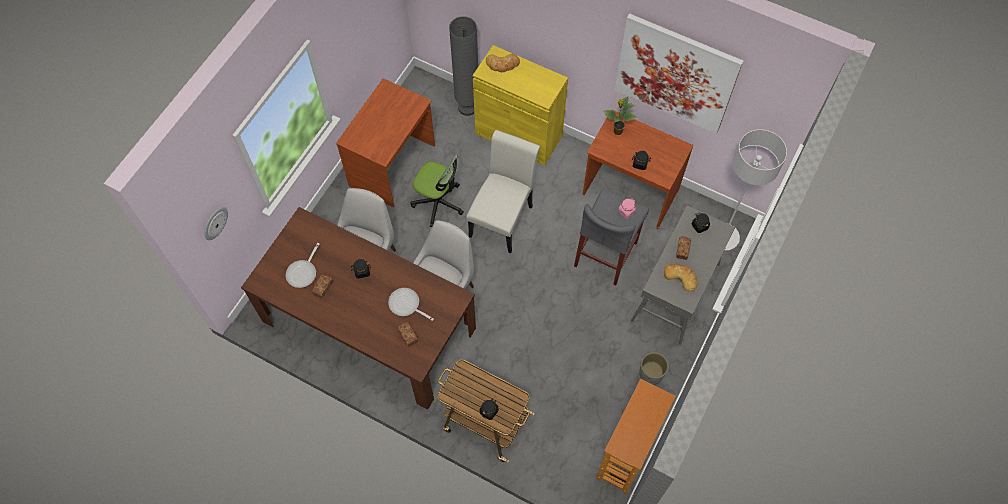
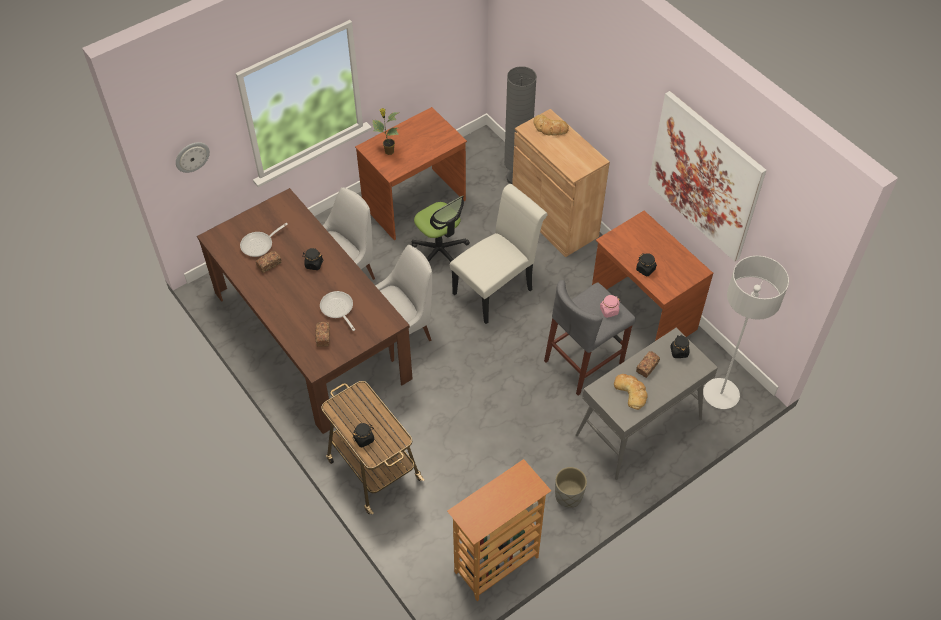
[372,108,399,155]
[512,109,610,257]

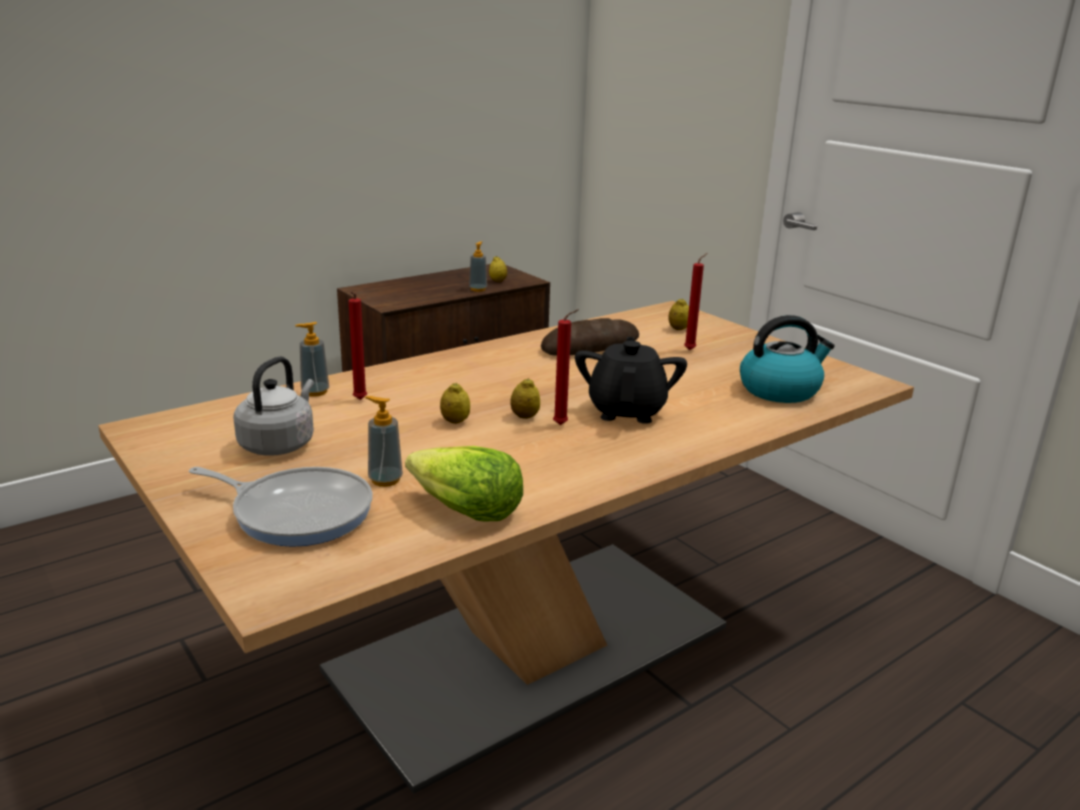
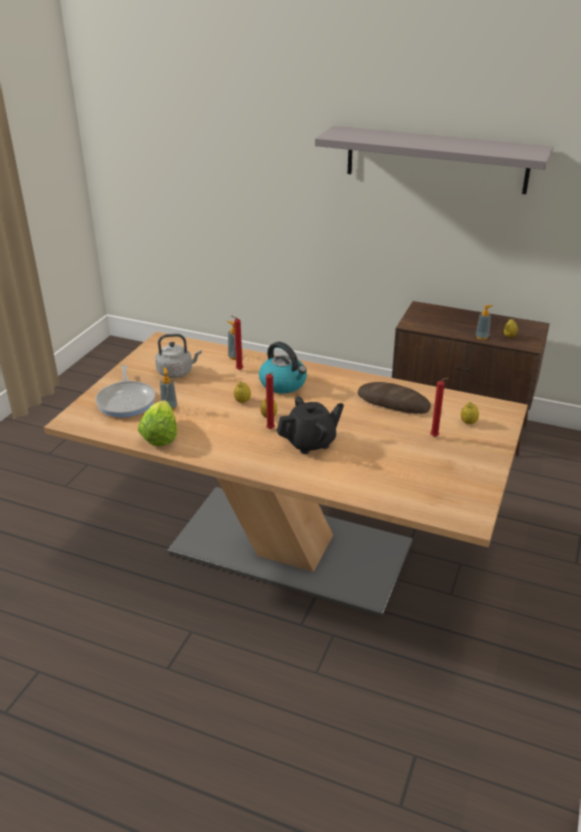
[259,342,307,394]
[315,126,554,194]

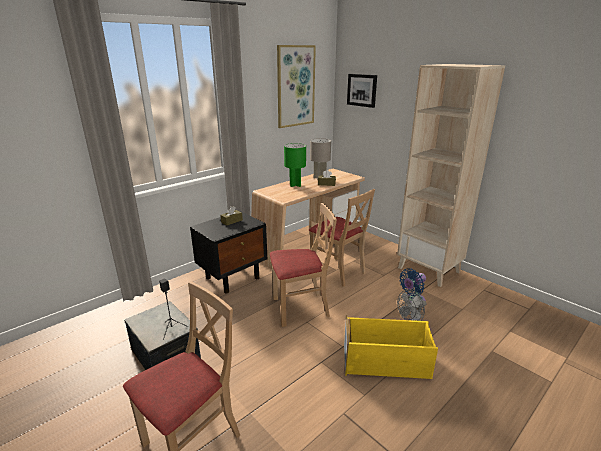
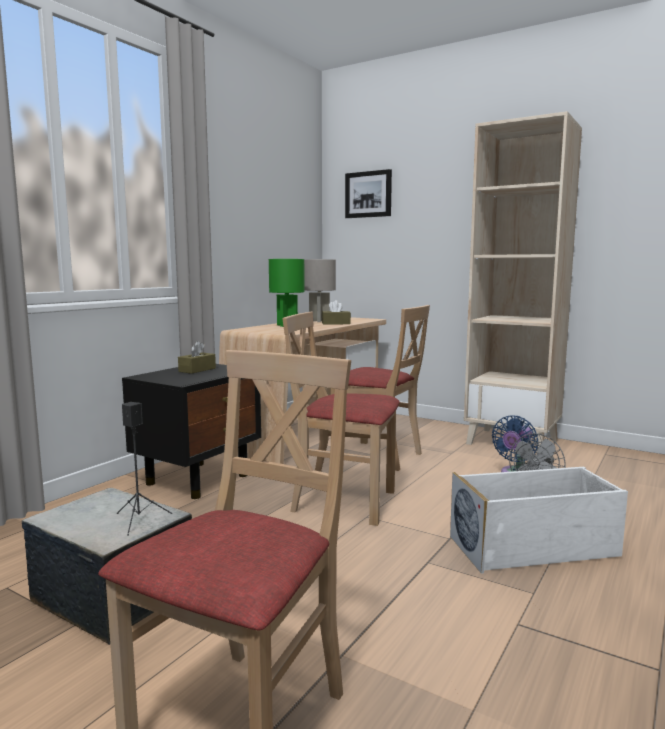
[282,312,400,526]
[450,467,628,574]
[277,45,316,128] (first image)

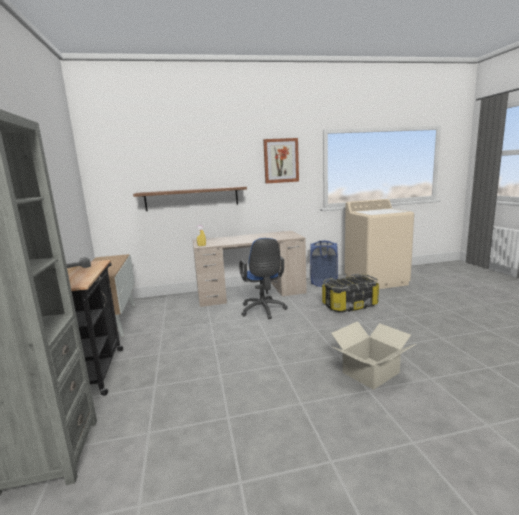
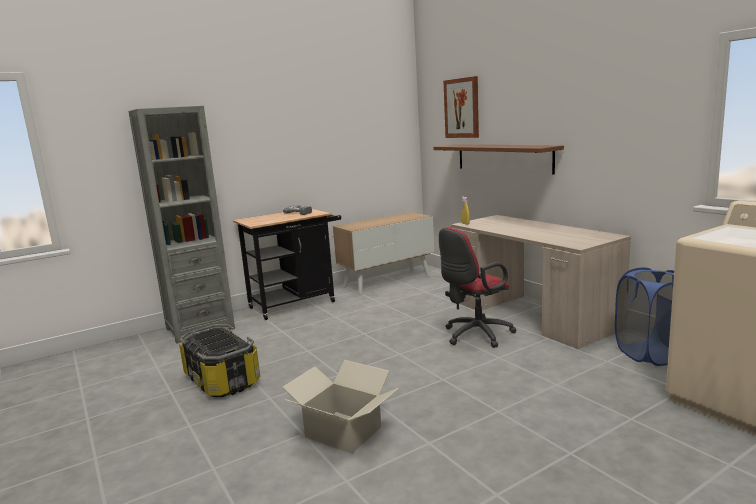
[179,324,260,397]
[439,227,517,348]
[444,76,479,138]

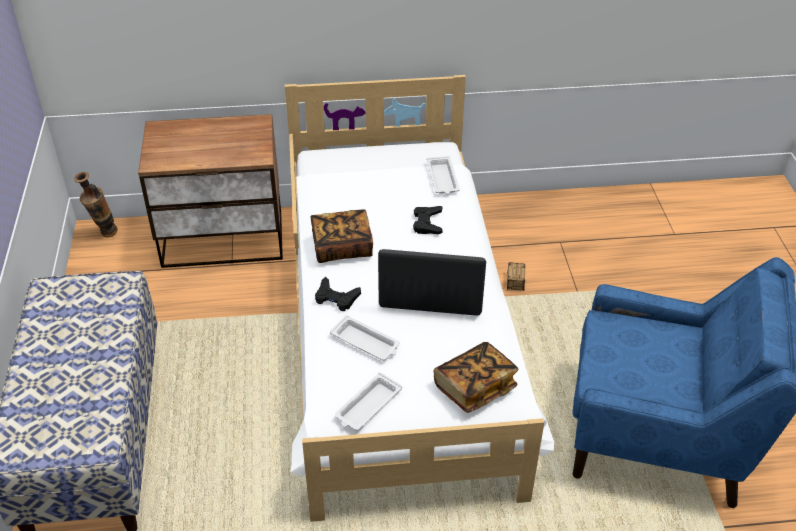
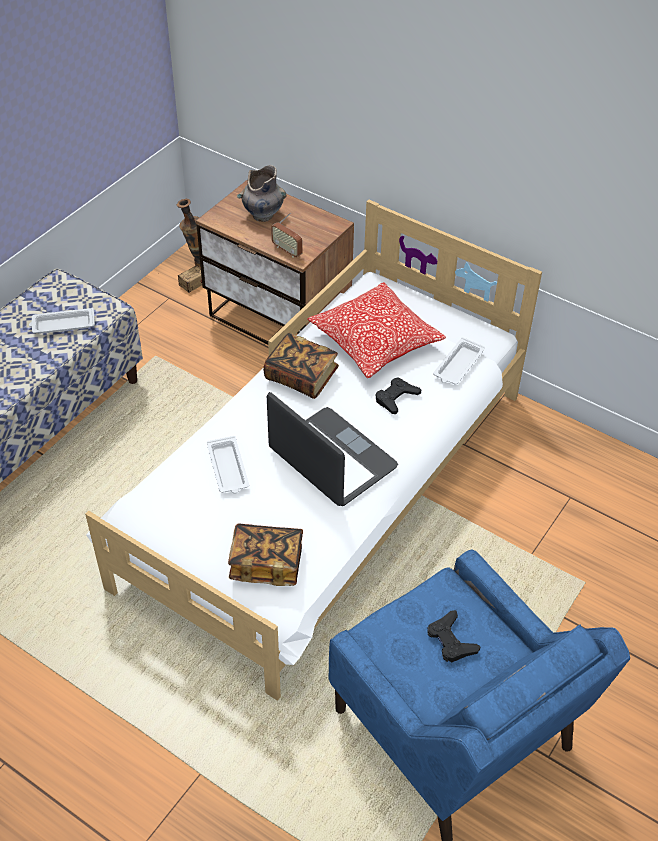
[29,308,95,334]
[156,265,202,293]
[237,165,287,222]
[271,213,303,258]
[307,282,446,378]
[427,610,481,662]

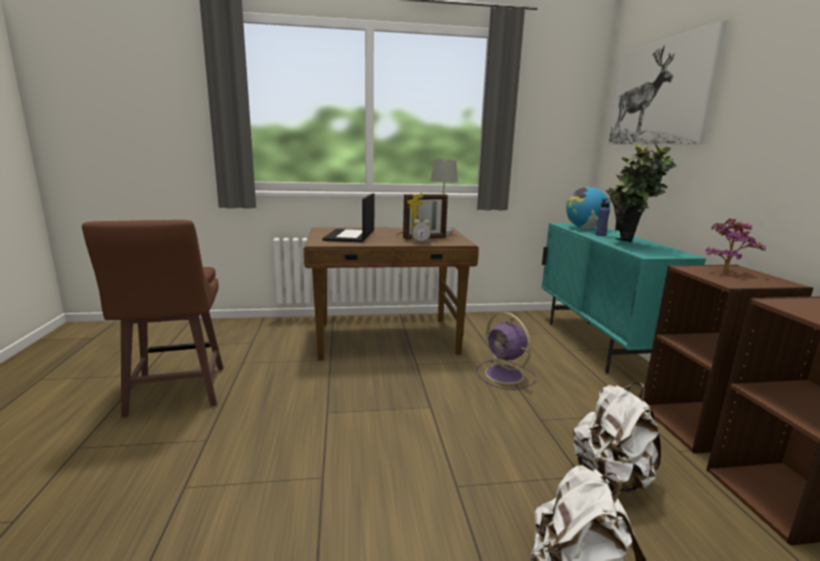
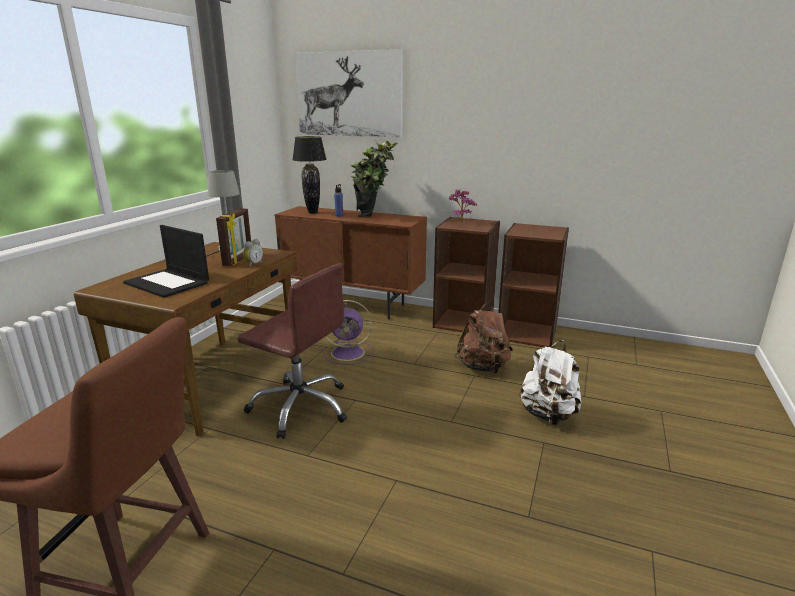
[237,263,347,439]
[274,206,427,320]
[292,136,327,214]
[455,302,513,374]

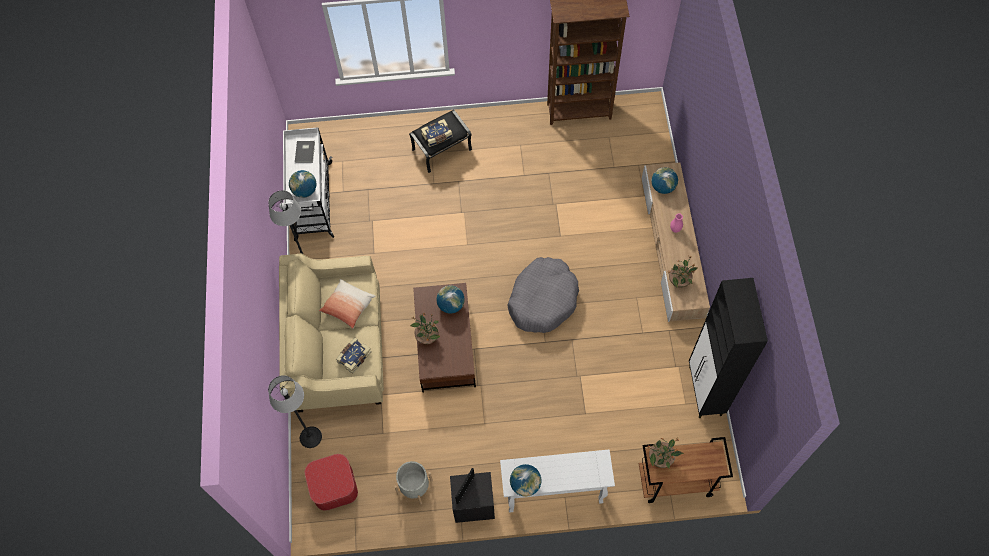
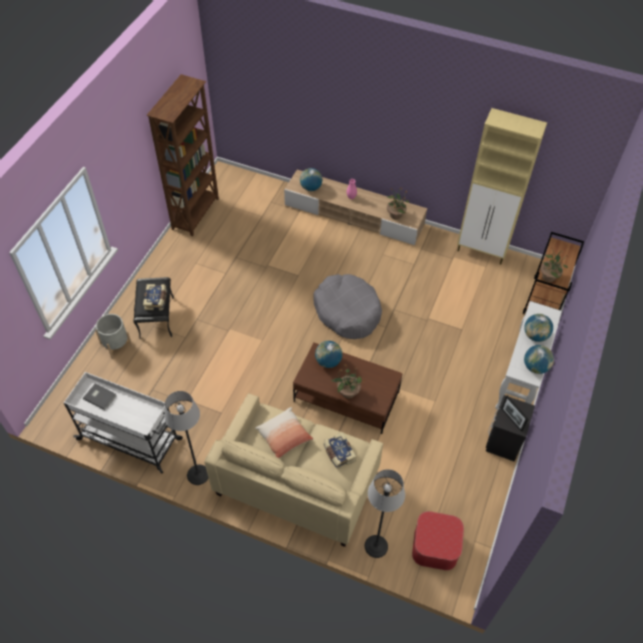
[95,314,133,359]
[457,108,547,264]
[524,314,553,342]

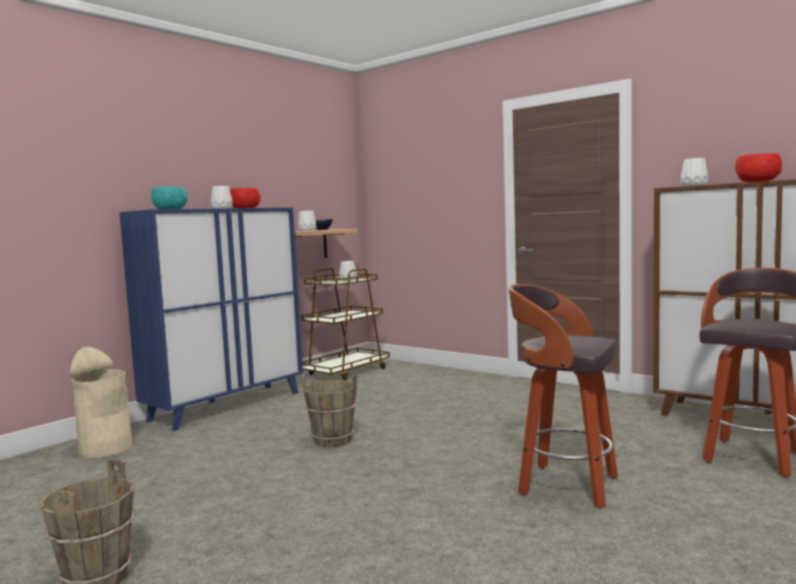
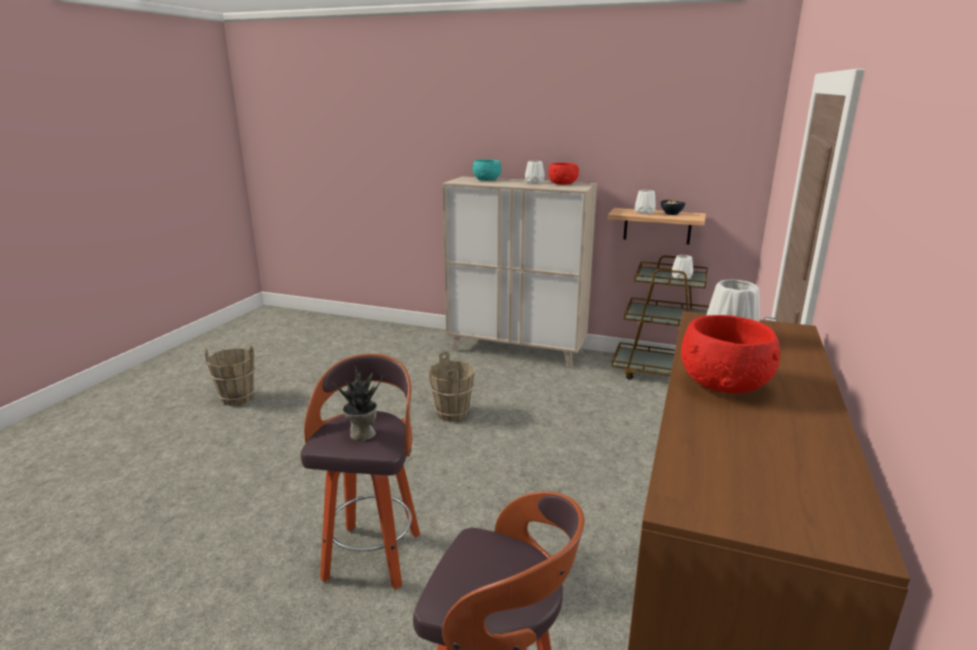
[333,366,382,441]
[442,177,597,368]
[70,347,133,458] (first image)

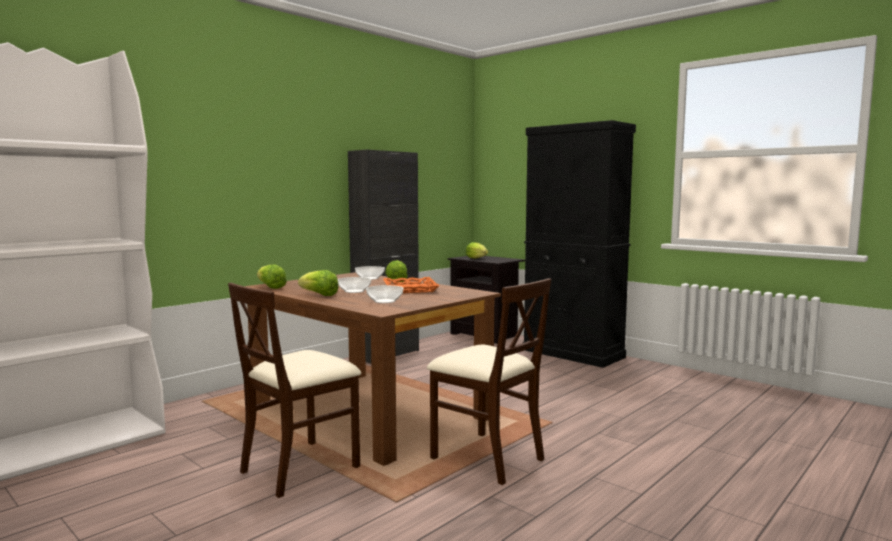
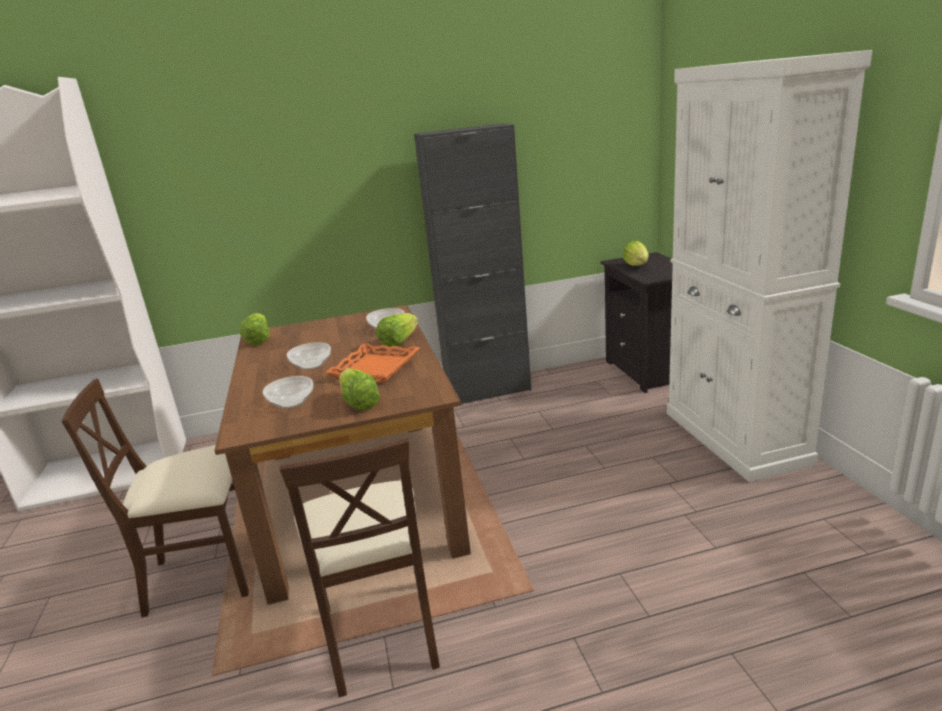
[339,368,380,411]
[667,50,872,482]

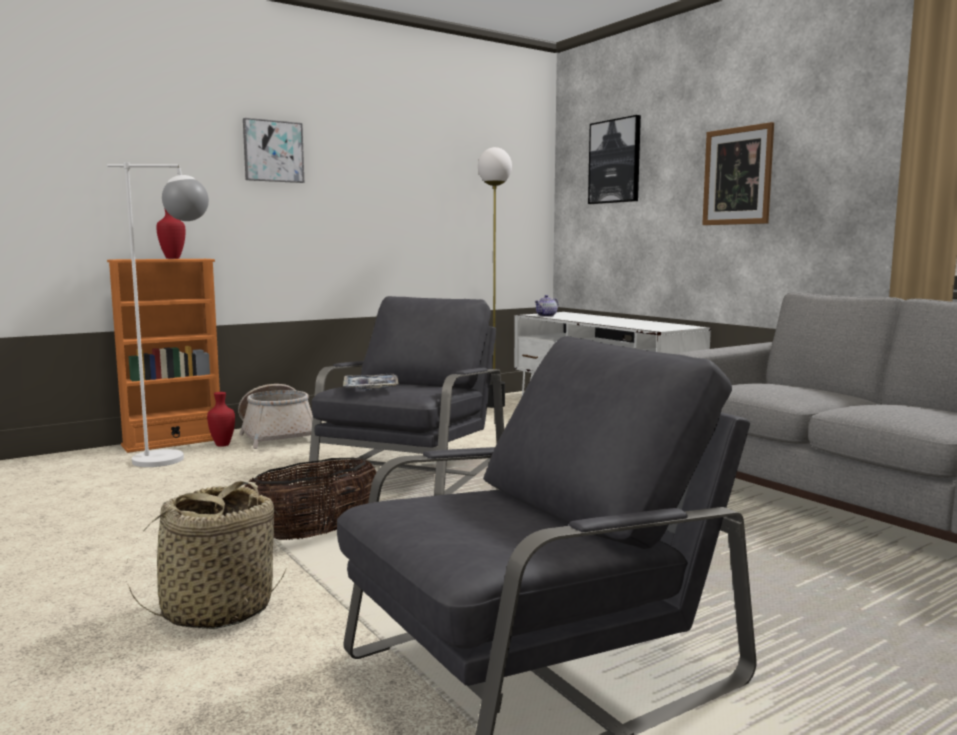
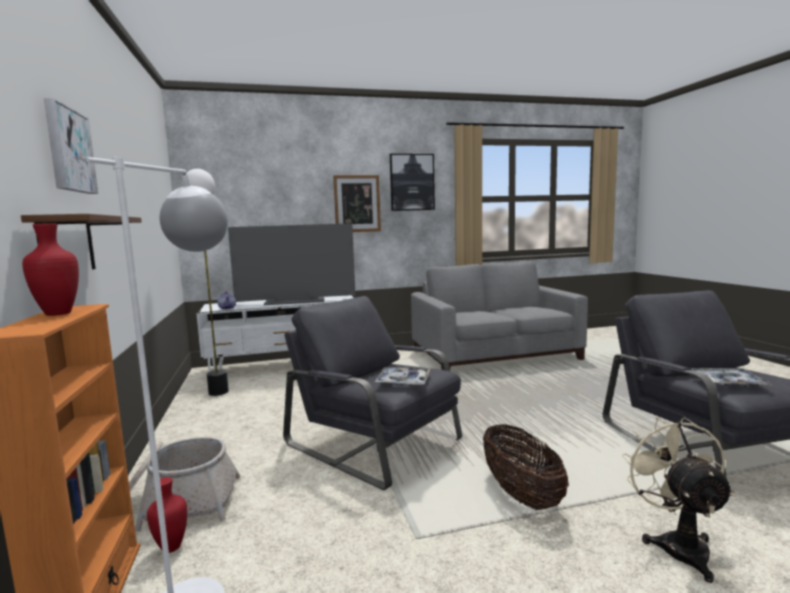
[21,214,142,269]
[228,223,355,305]
[390,154,435,211]
[622,416,735,583]
[690,368,771,388]

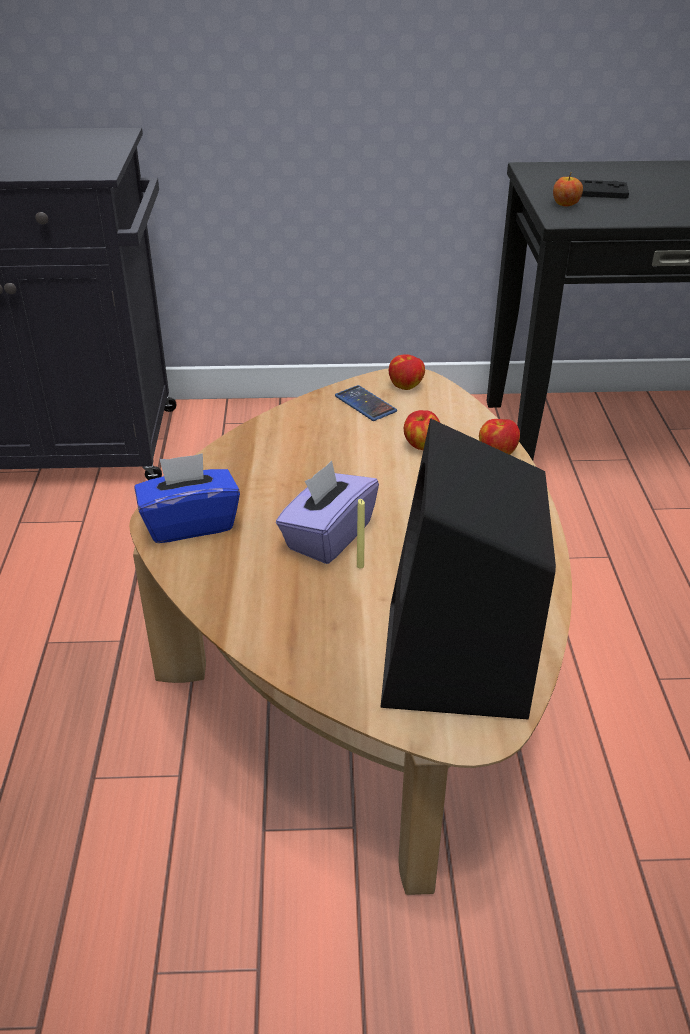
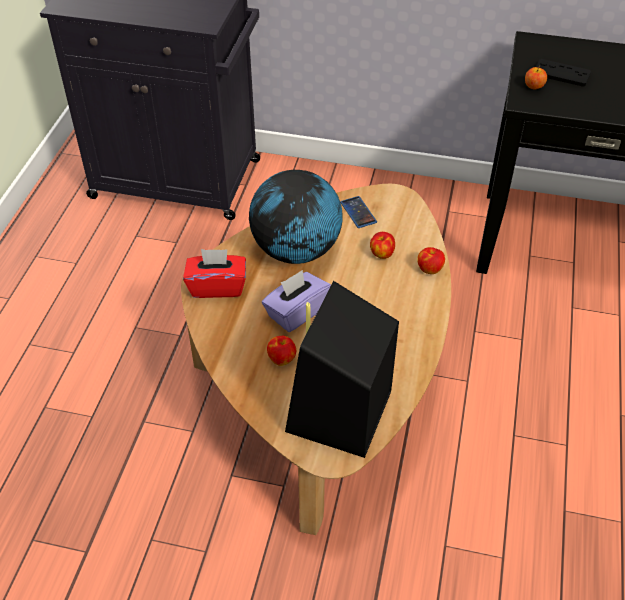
[183,249,246,298]
[249,170,343,264]
[267,336,296,366]

